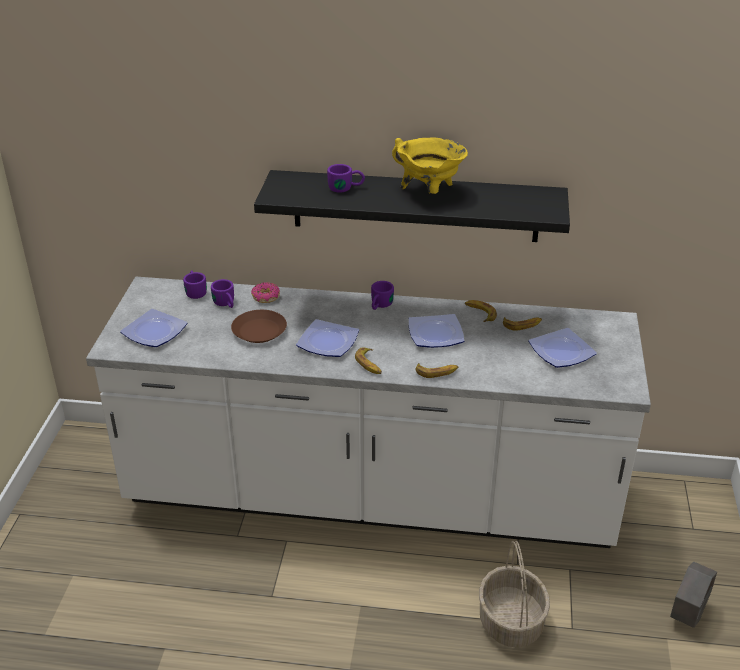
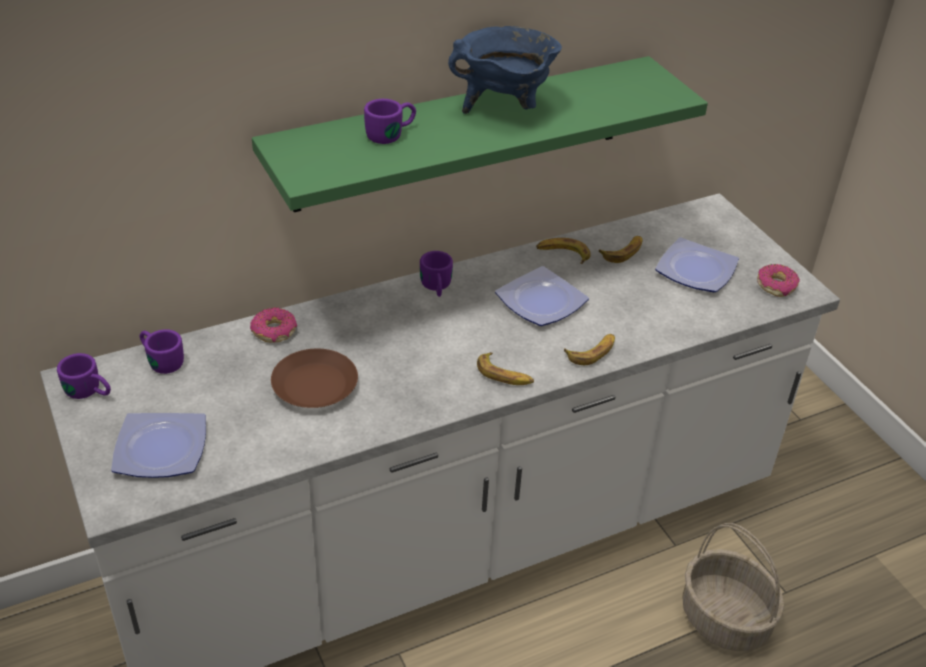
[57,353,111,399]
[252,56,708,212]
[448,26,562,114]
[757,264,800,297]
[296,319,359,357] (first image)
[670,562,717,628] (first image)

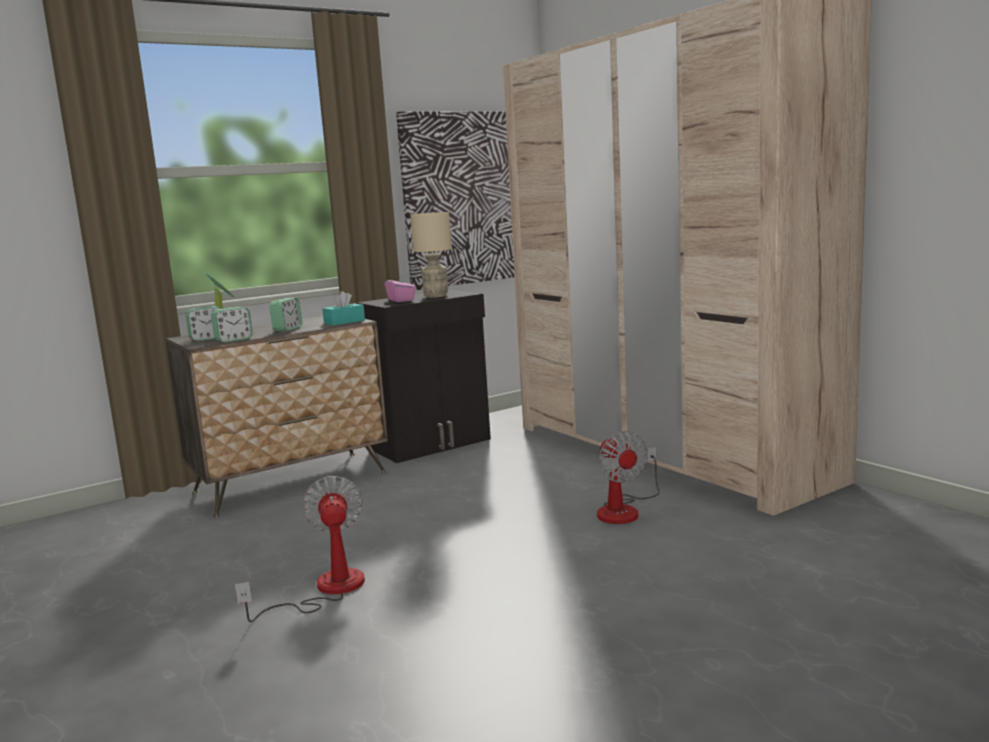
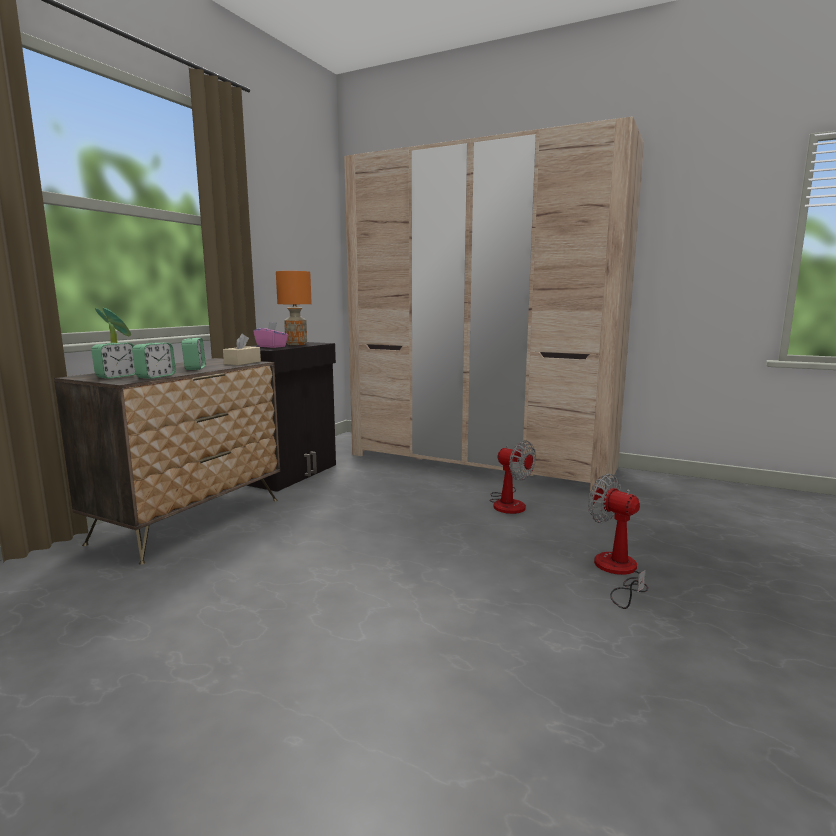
[223,334,261,365]
[276,271,312,345]
[588,474,648,609]
[396,111,515,290] (first image)

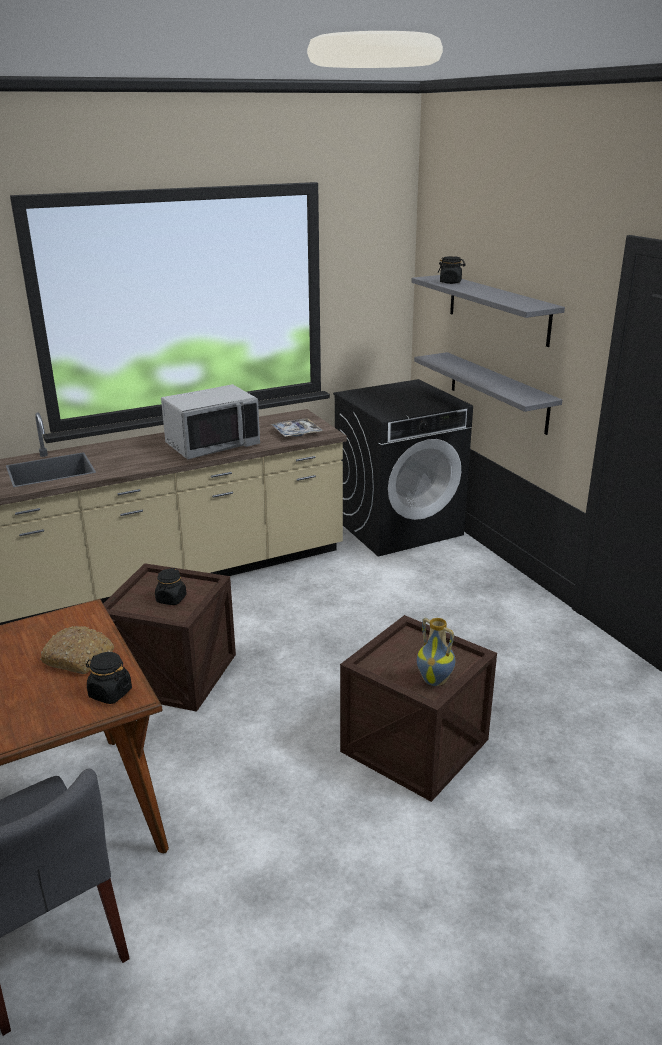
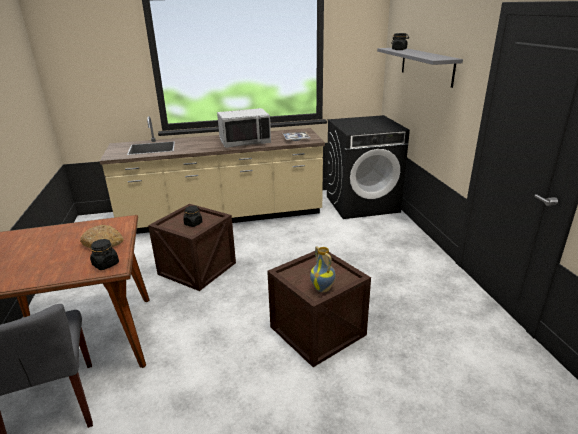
[414,352,562,435] (first image)

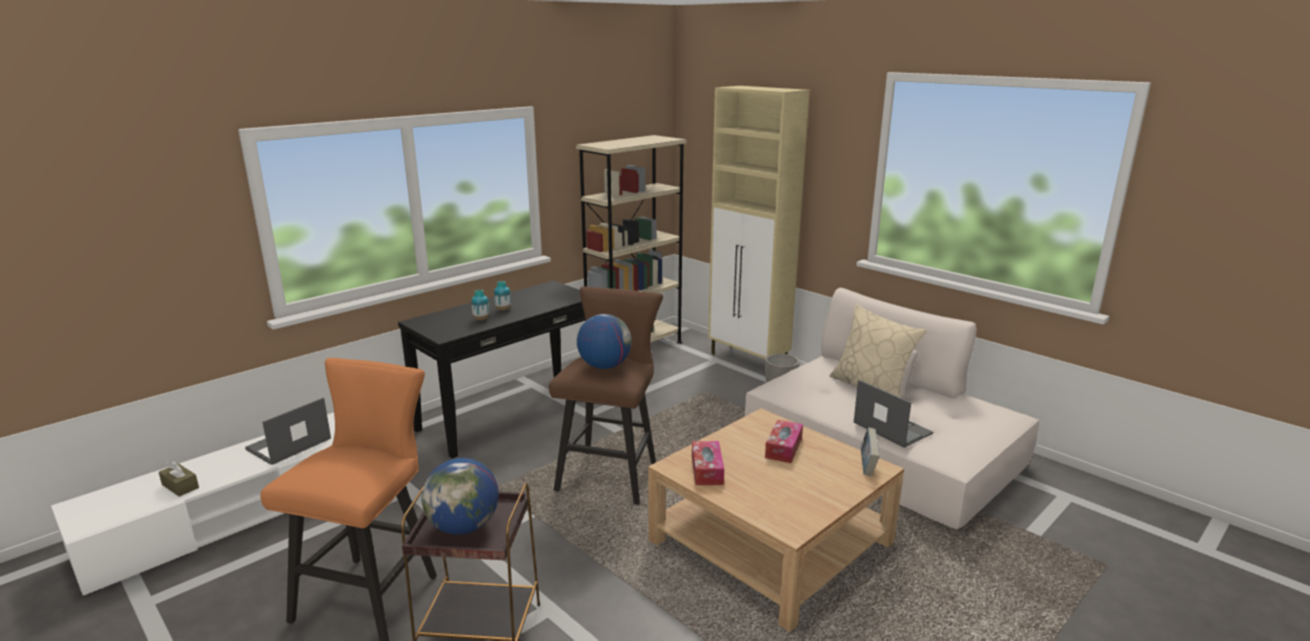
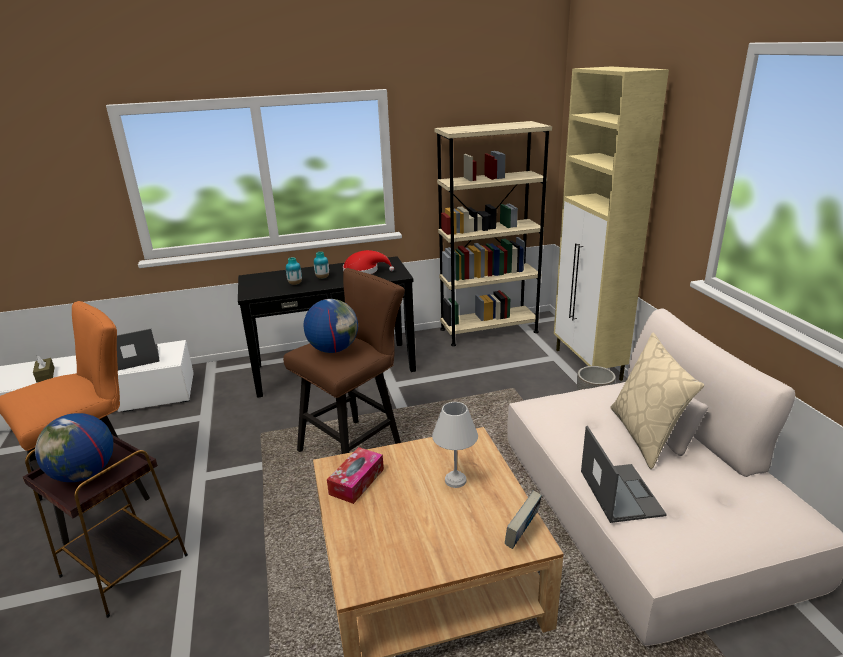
[343,250,394,274]
[432,402,478,488]

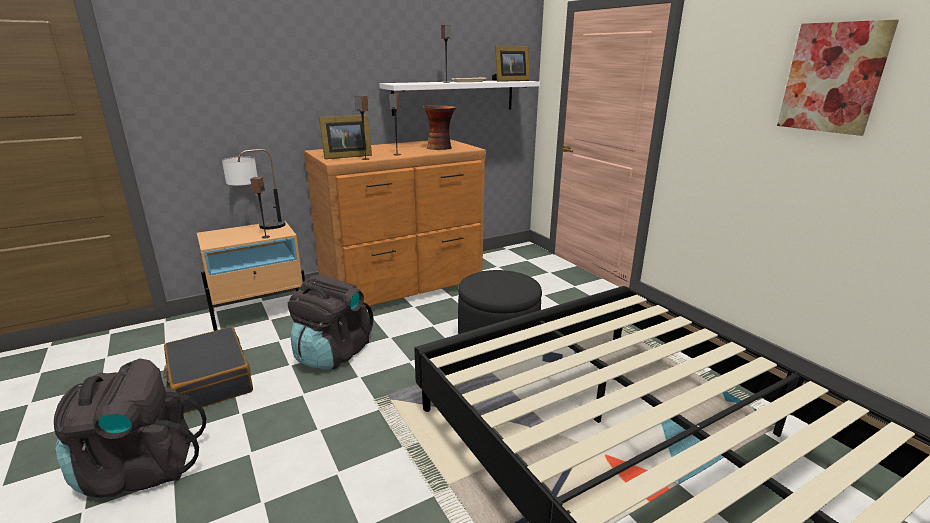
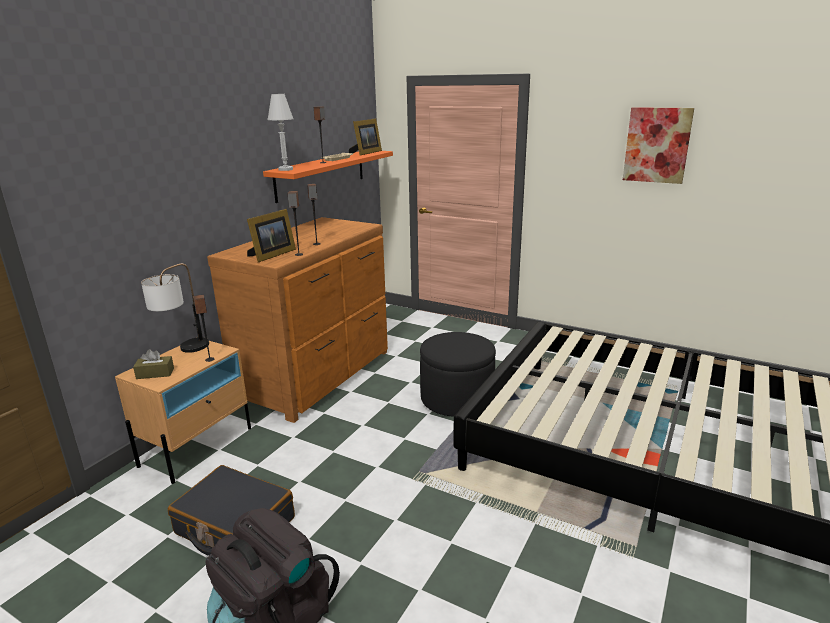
[133,349,174,379]
[263,151,393,203]
[268,94,293,171]
[288,275,373,370] (first image)
[423,105,456,150] (first image)

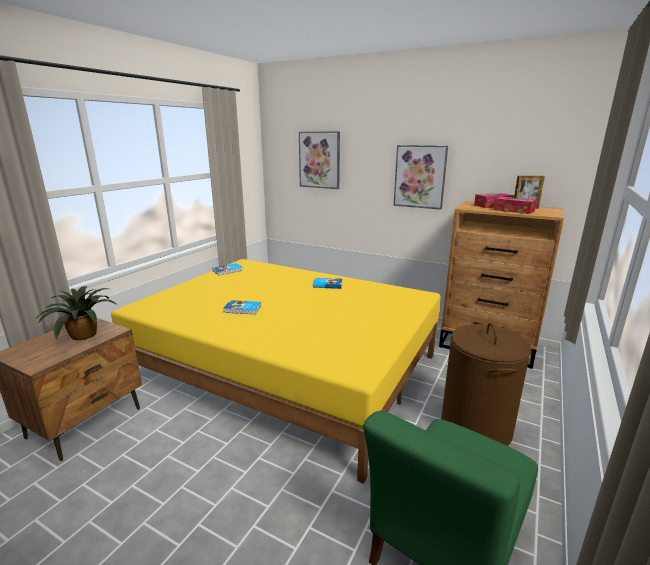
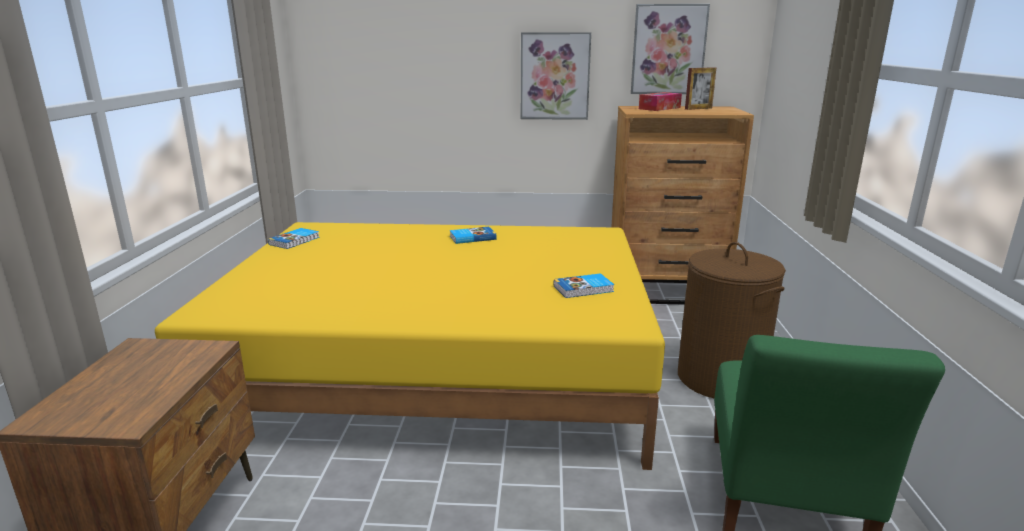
[554,273,614,298]
[631,4,710,94]
[35,286,117,340] (first image)
[494,197,537,214] (first image)

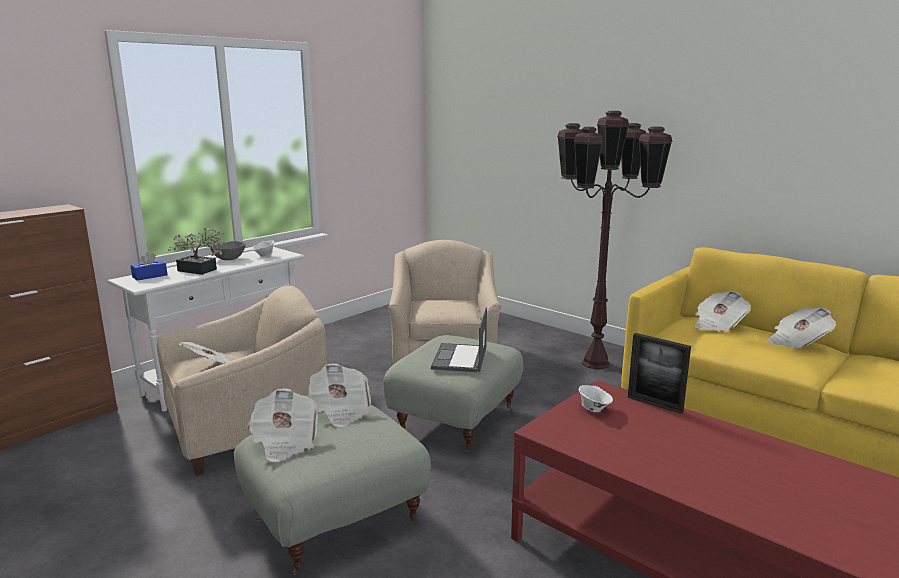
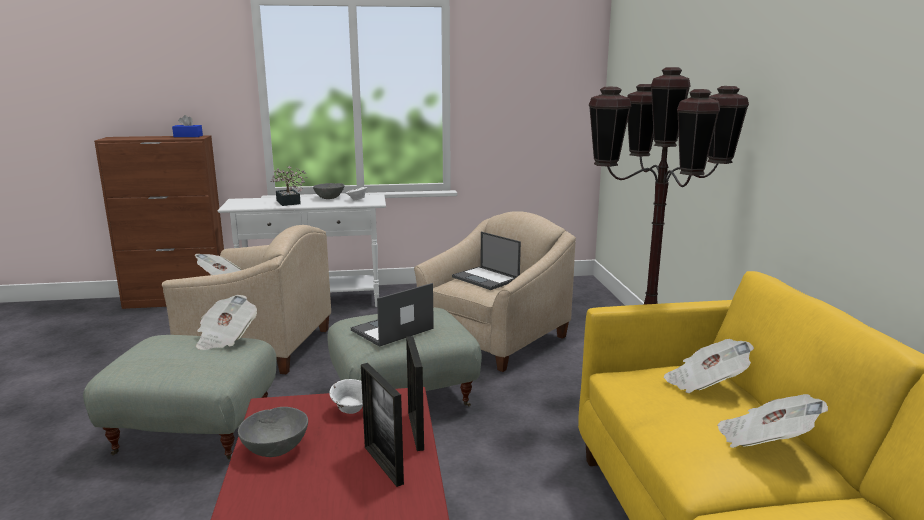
[172,115,203,137]
[238,407,308,457]
[361,363,404,487]
[452,232,521,290]
[248,388,319,462] (first image)

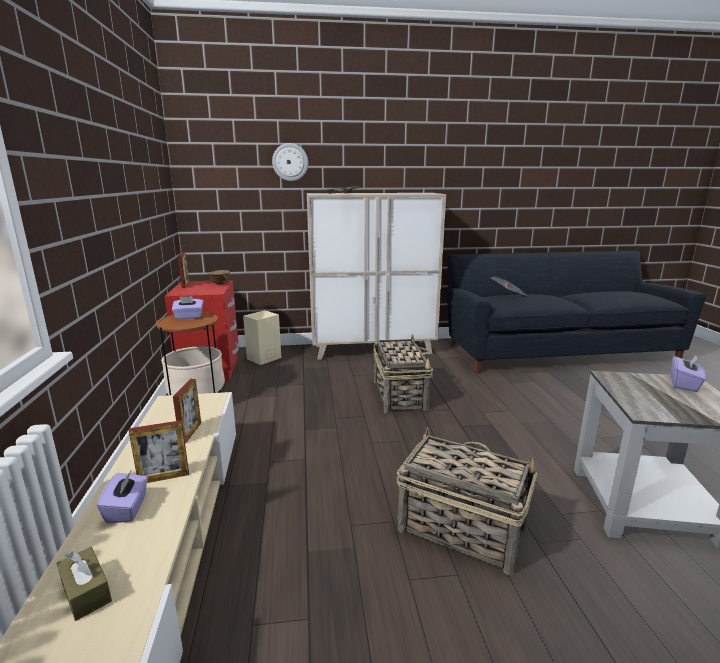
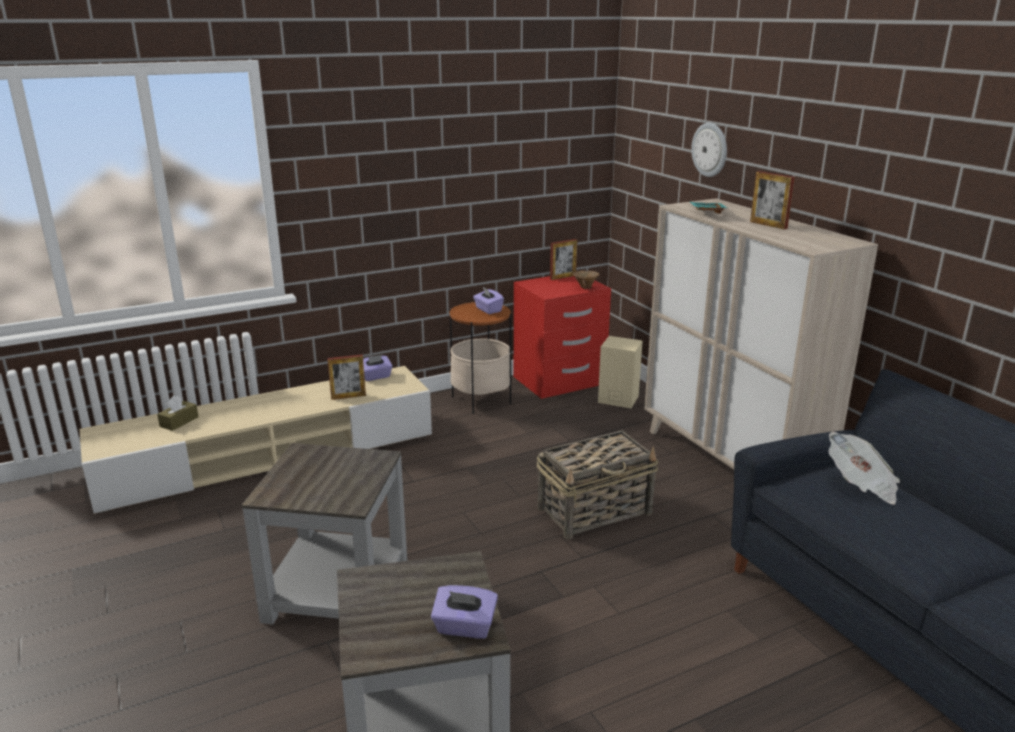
[241,443,407,624]
[363,355,393,381]
[750,171,795,230]

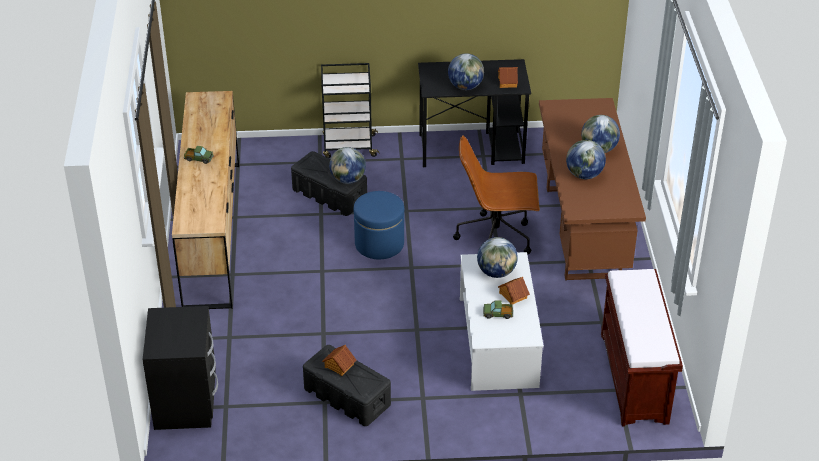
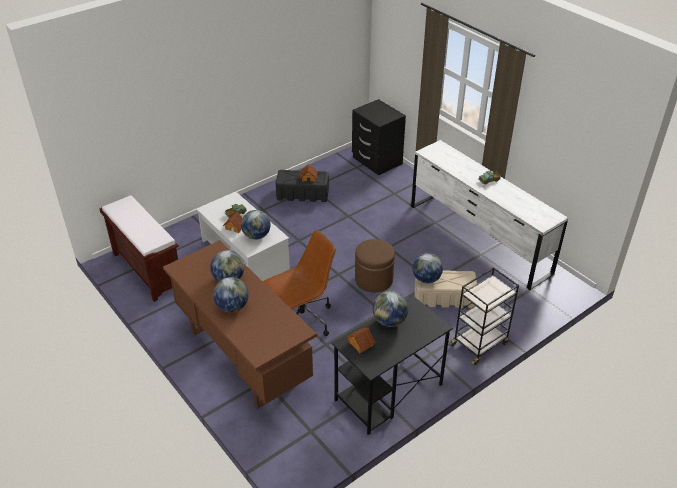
[355,239,395,292]
[411,140,568,290]
[414,271,477,308]

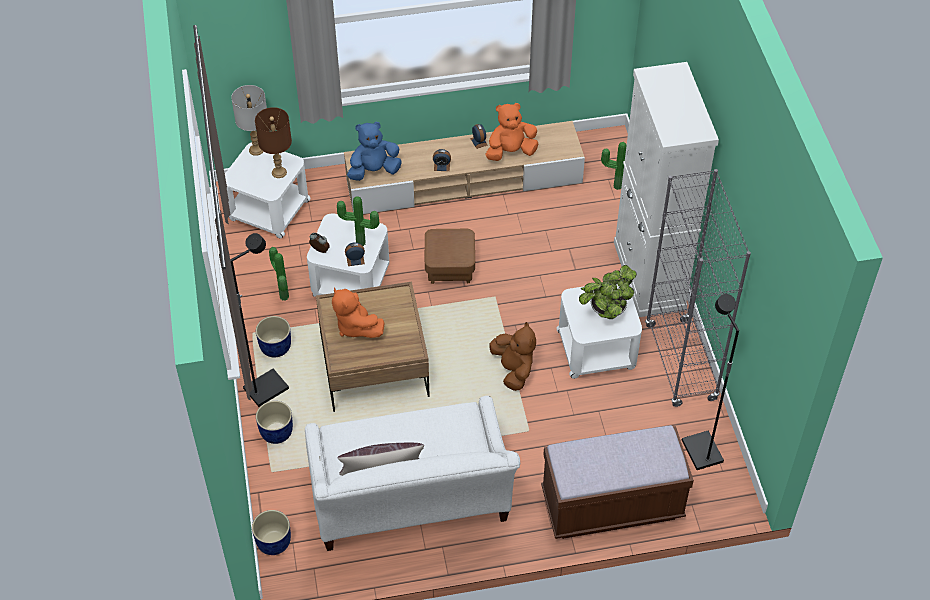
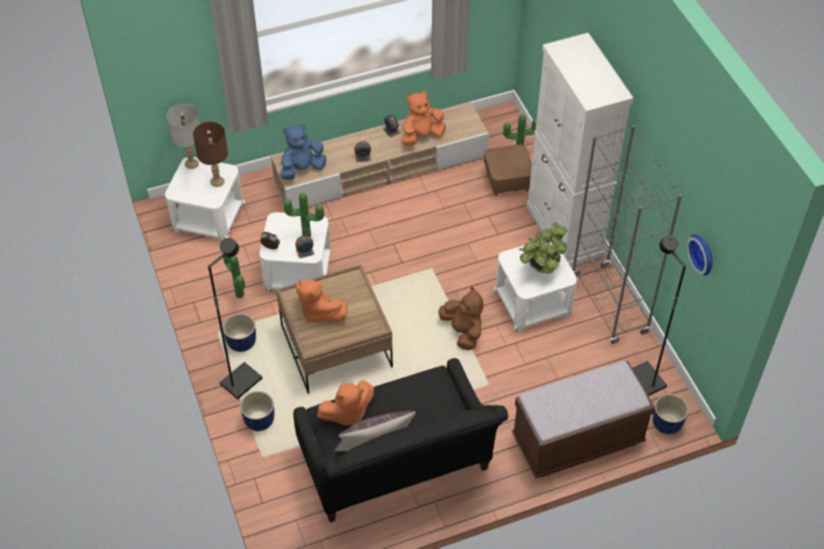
[293,358,508,522]
[317,380,374,426]
[484,144,532,196]
[653,394,689,434]
[687,234,713,276]

